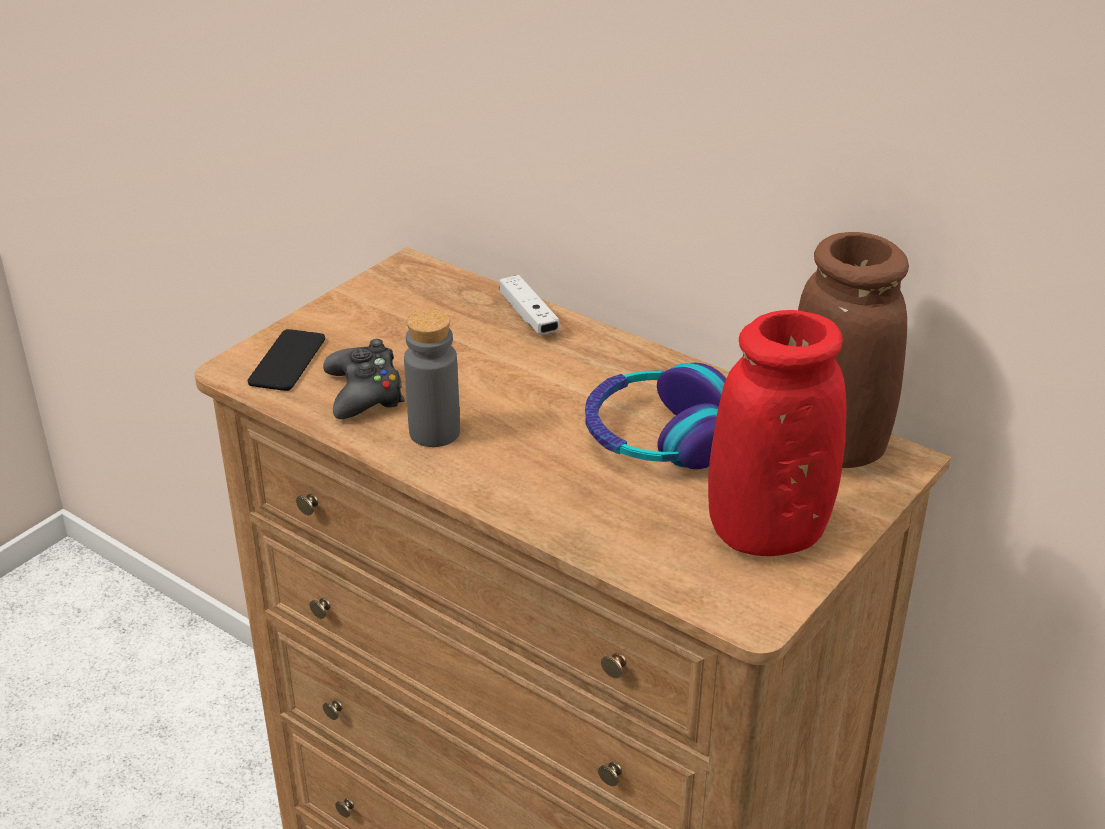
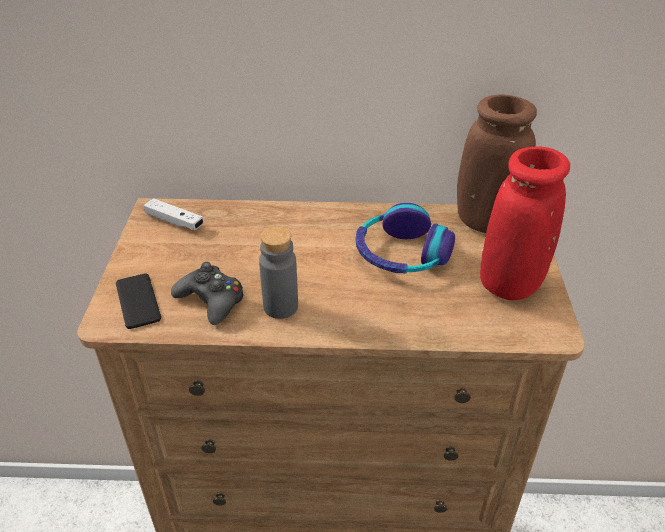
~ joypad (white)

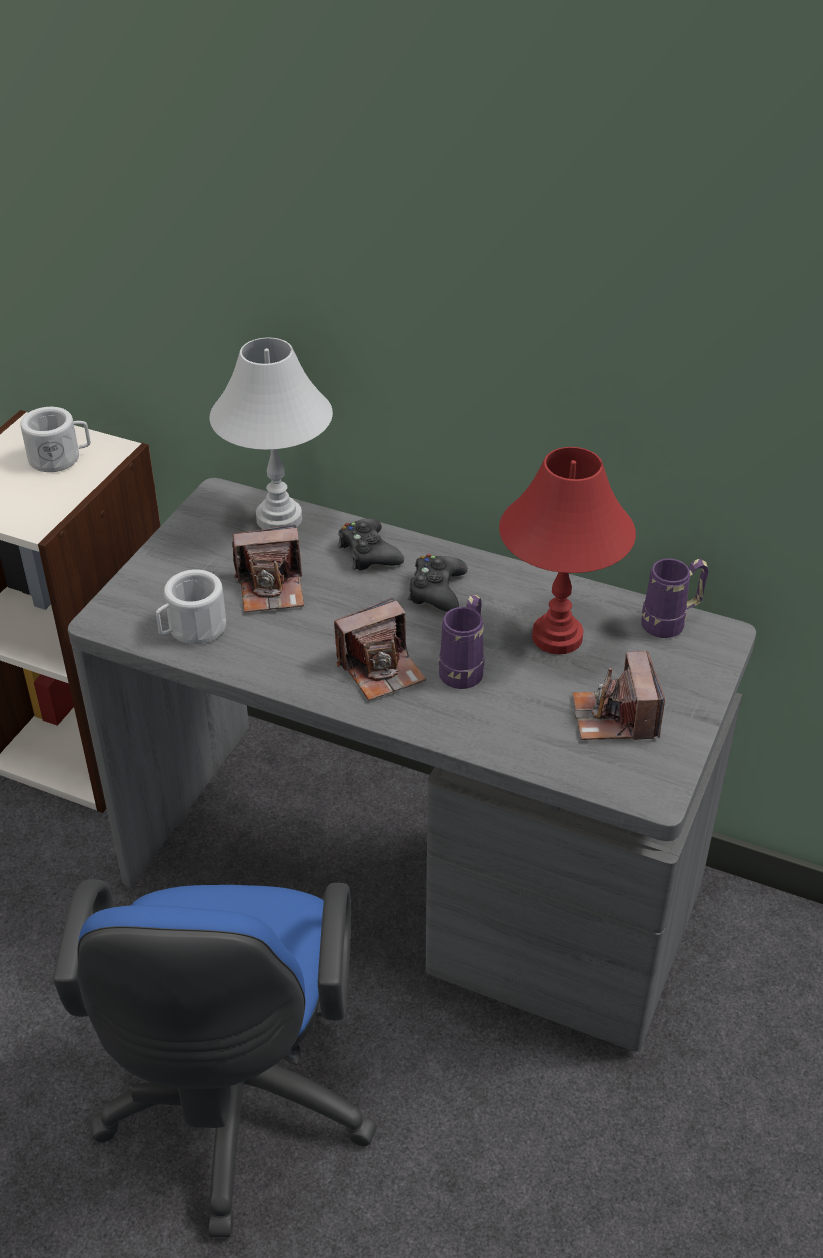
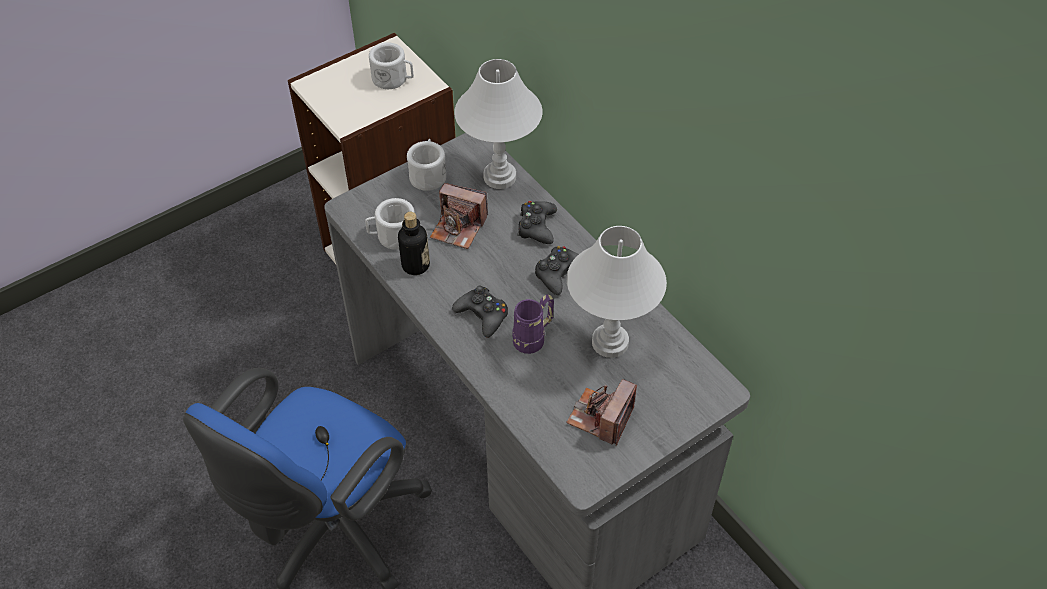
- coffee mug (purplish) (no. 2 from left)
+ bottle
+ coffee mug (white) (no. 3 from left)
~ photo camera (no. 2 from left) to joypad (black-coloured) (no. 1 from left)
~ table lamp (red) to table lamp (white) (no. 2 from left)

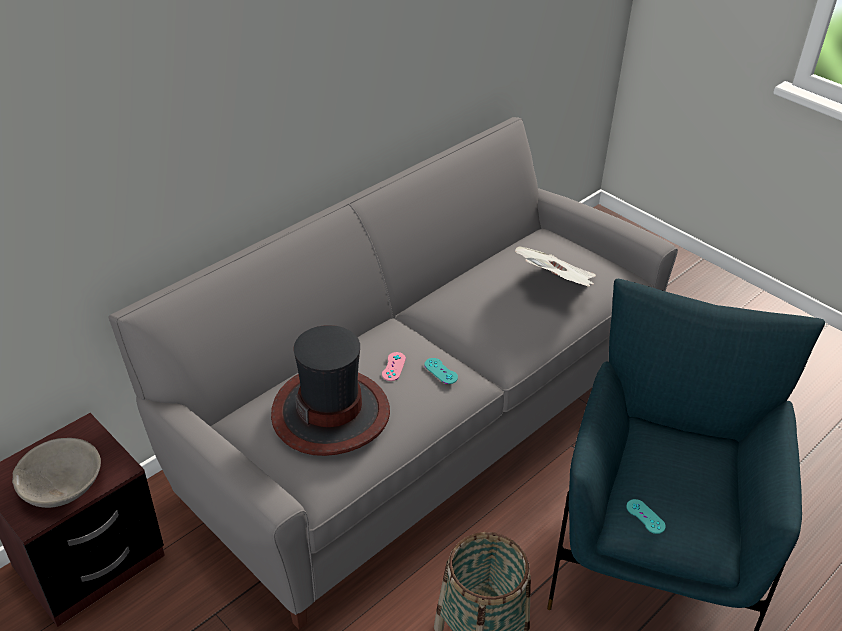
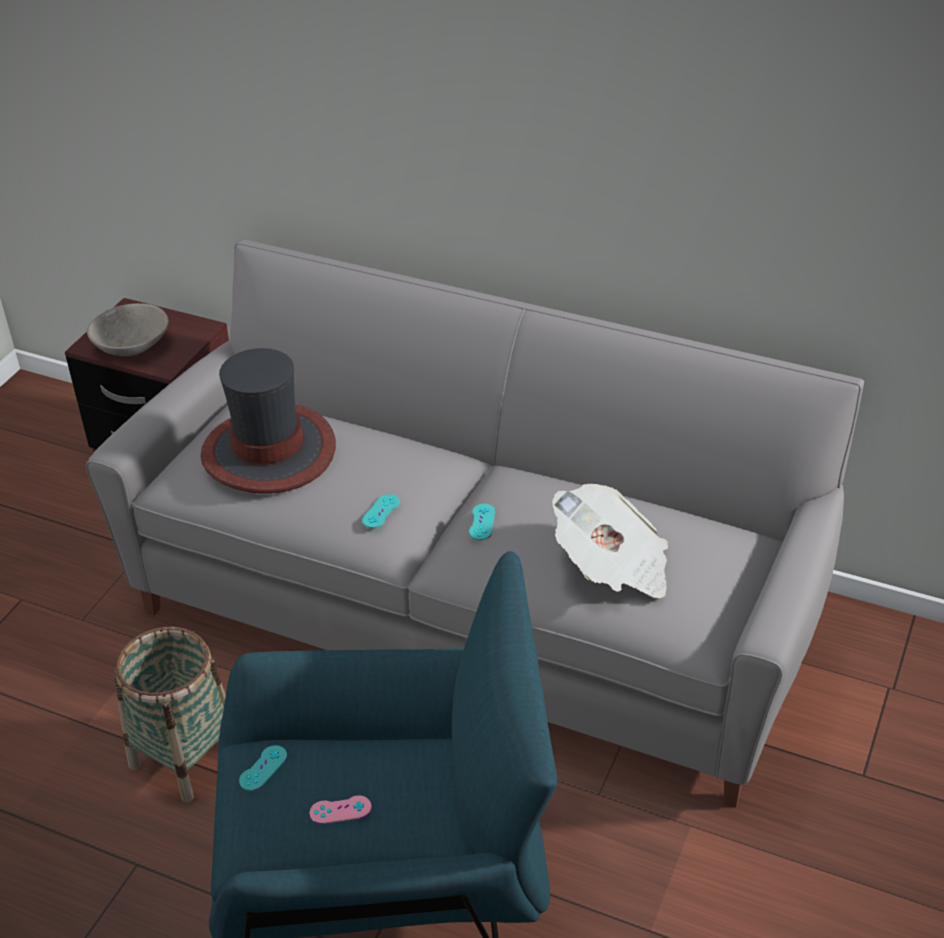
+ joypad (turquoise) (no. 3 from left)
~ joypad (pink-coloured)

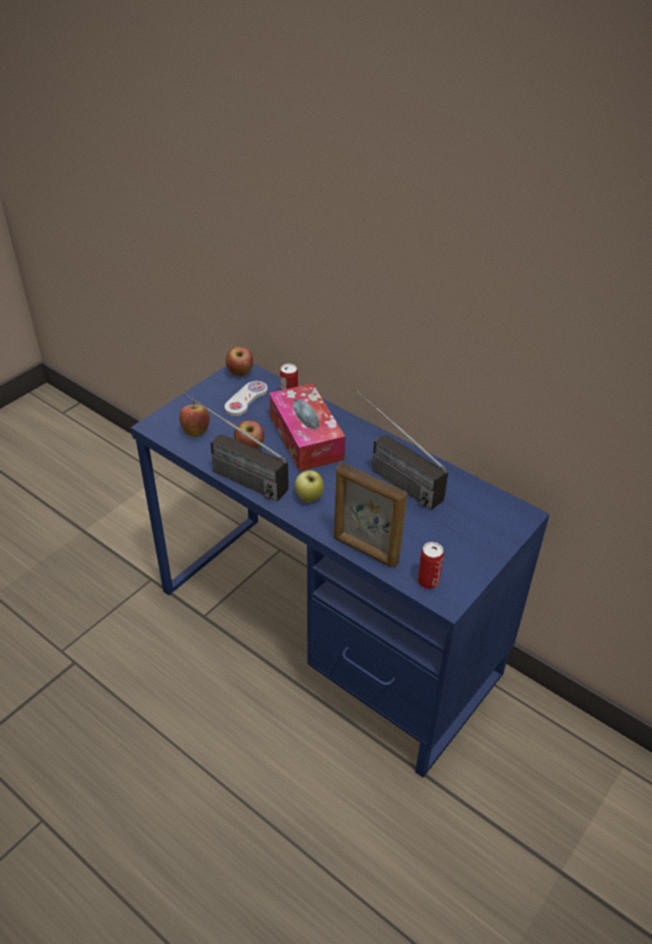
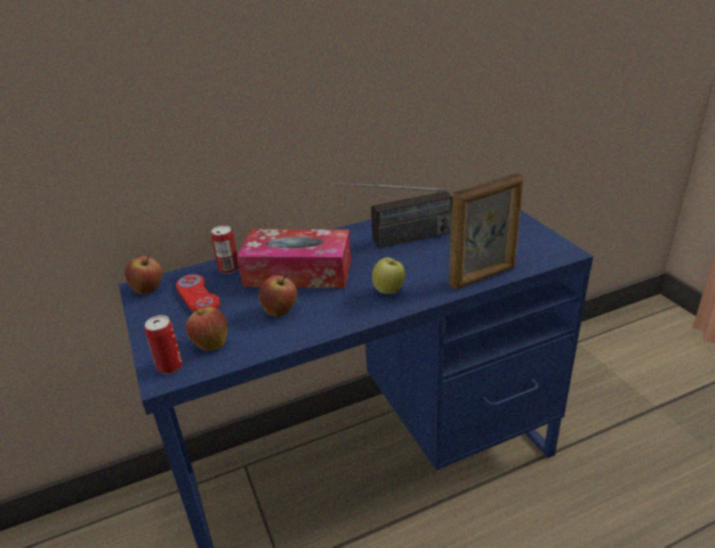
- radio set (no. 1 from left)
~ metal can (no. 2 from left in the first image) to metal can (no. 1 from left)
~ joypad (white) to joypad (red)

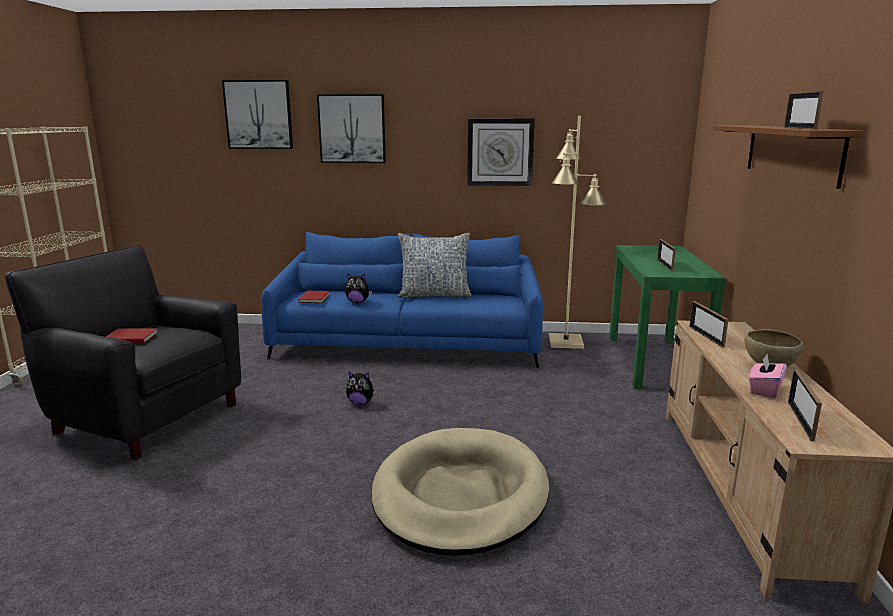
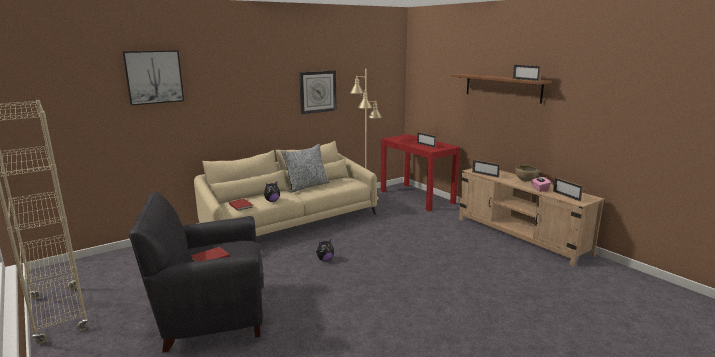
- wall art (no. 2 from left)
- dog cushion (beige)
~ sofa (blue-coloured) to sofa (beige)
~ hall table (green) to hall table (red)

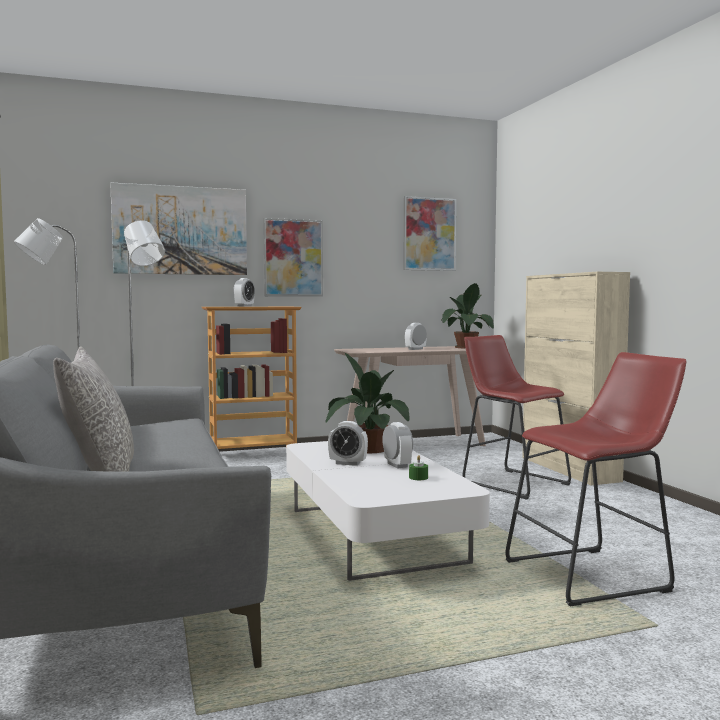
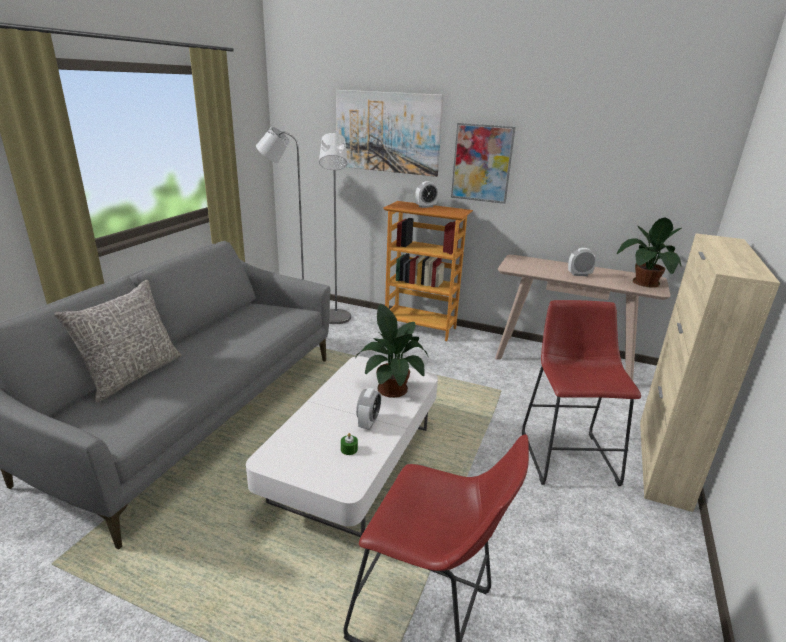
- alarm clock (no. 2 from left)
- wall art (no. 3 from left)

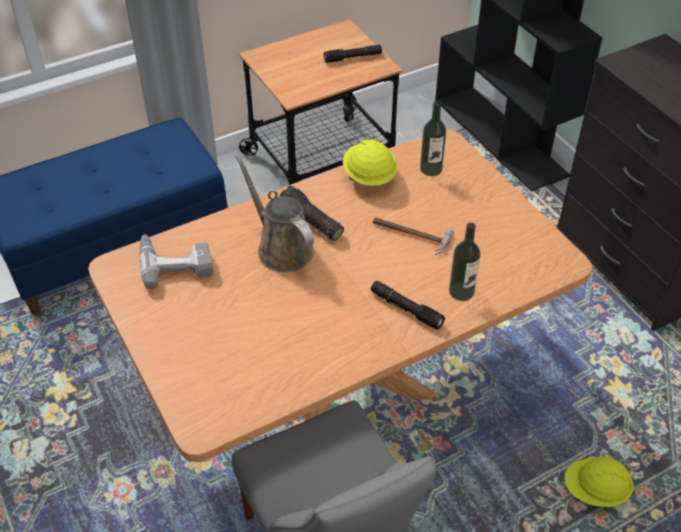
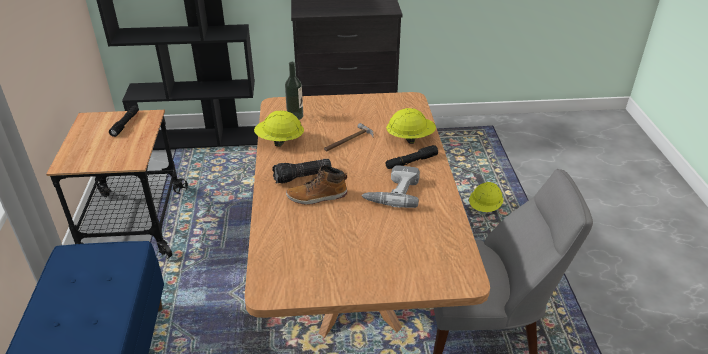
~ electric drill
~ watering can (brown) to boot
~ bottle (no. 2 from left) to safety helmet (yellow-coloured) (no. 2 from left)

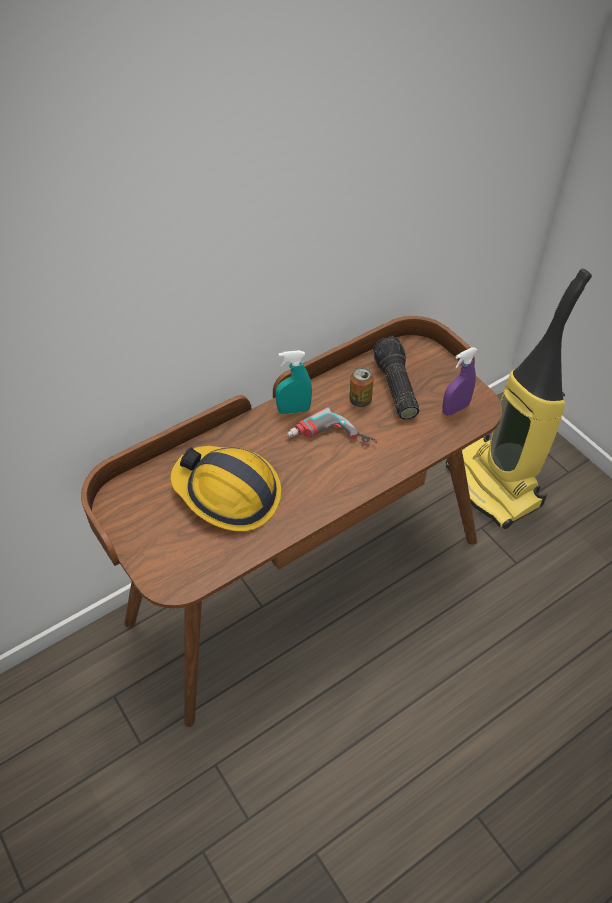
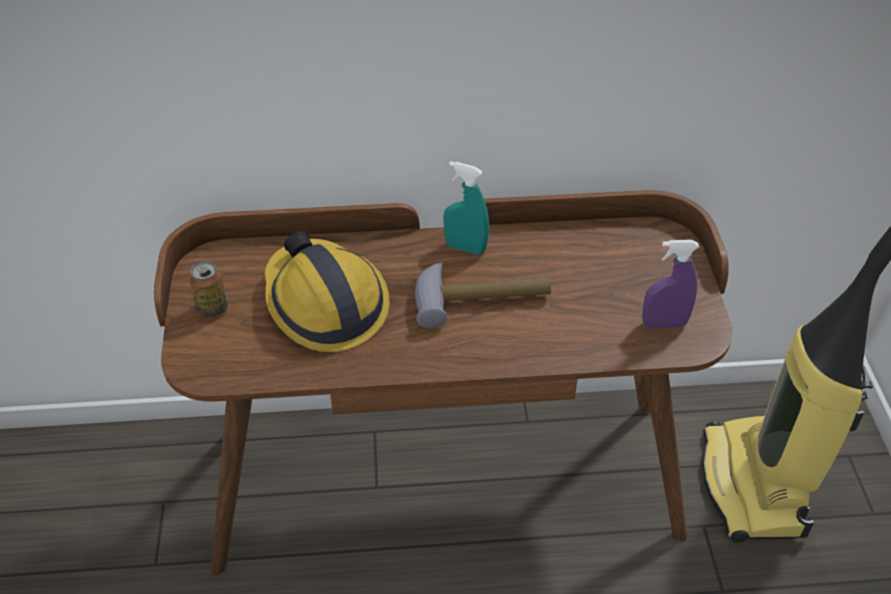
- torch
~ metal can
~ electric drill to tool hammer

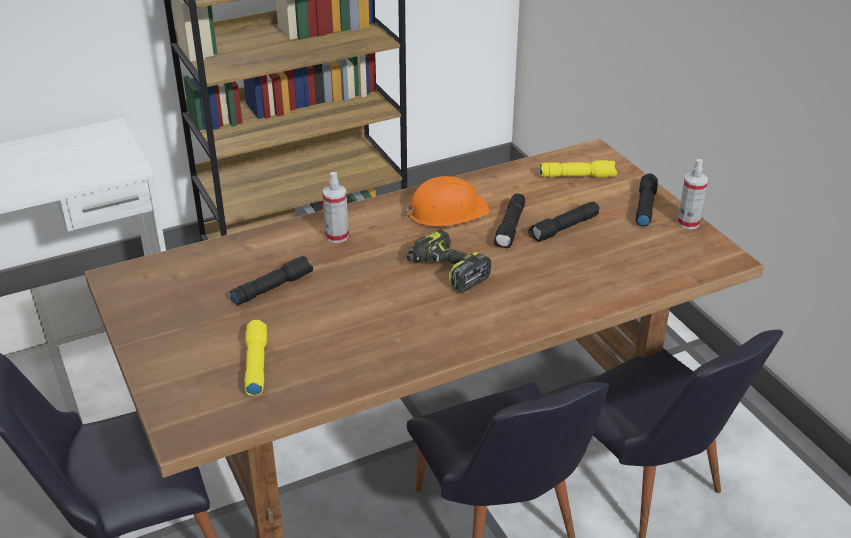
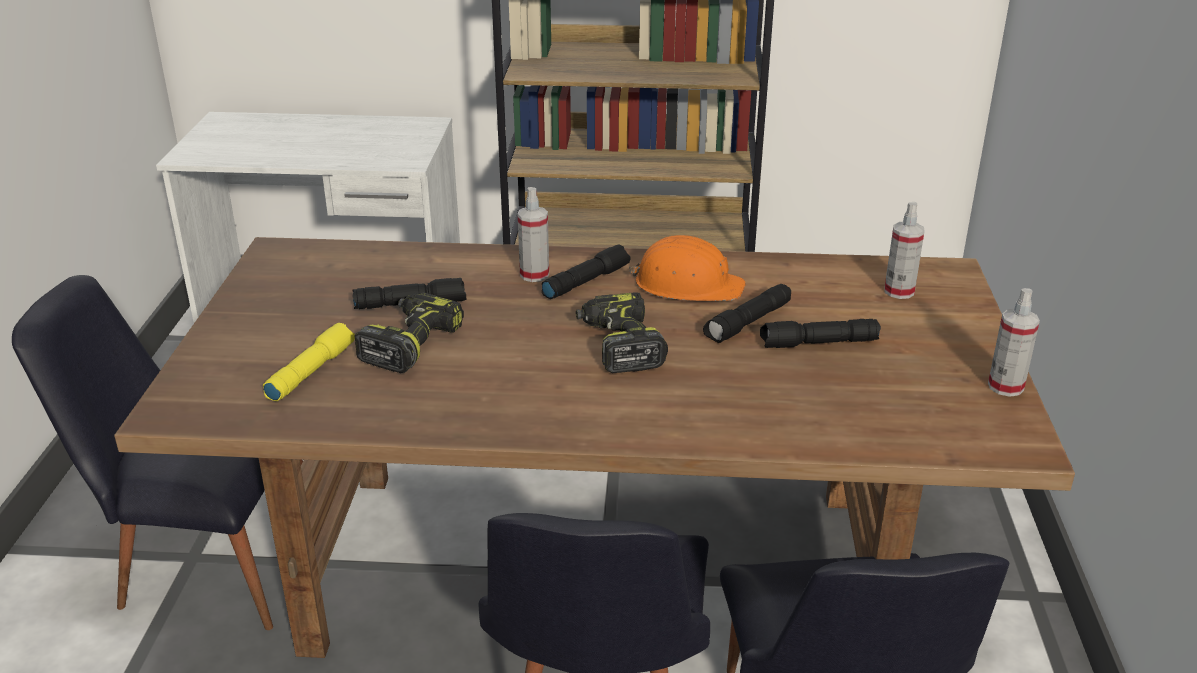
+ electric drill (no. 1 from left)
~ torch (black-coloured) (no. 4 from left in the first image) to torch (black-coloured) (no. 2 from left)
~ torch (yellow-coloured) (no. 2 from left) to sprayer (no. 2 from left)

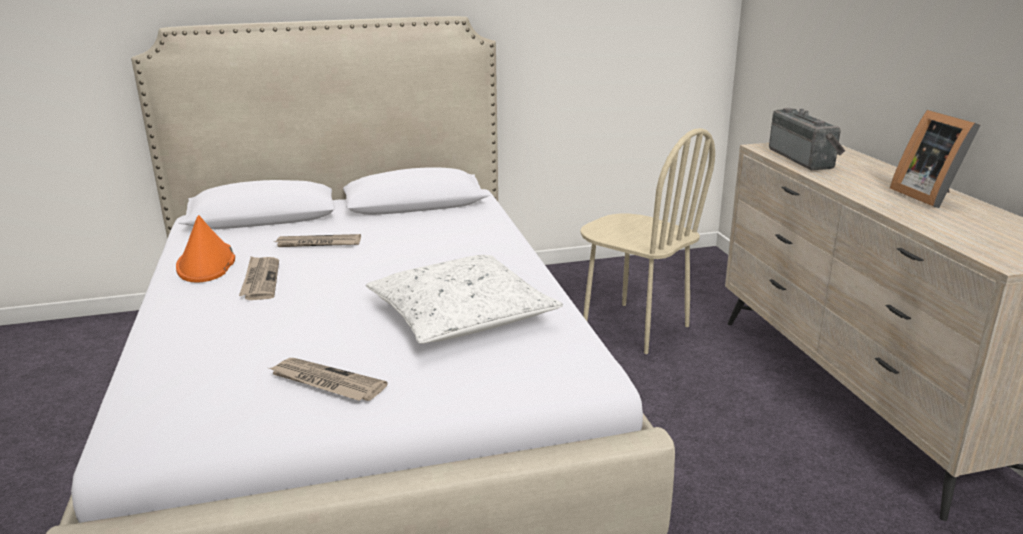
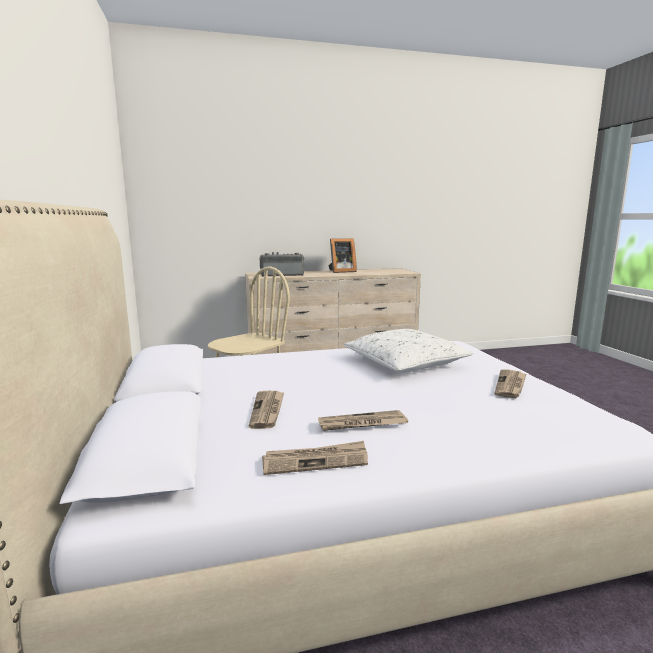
~ clothing hat (orangey) to newspaper (no. 2 from left)

